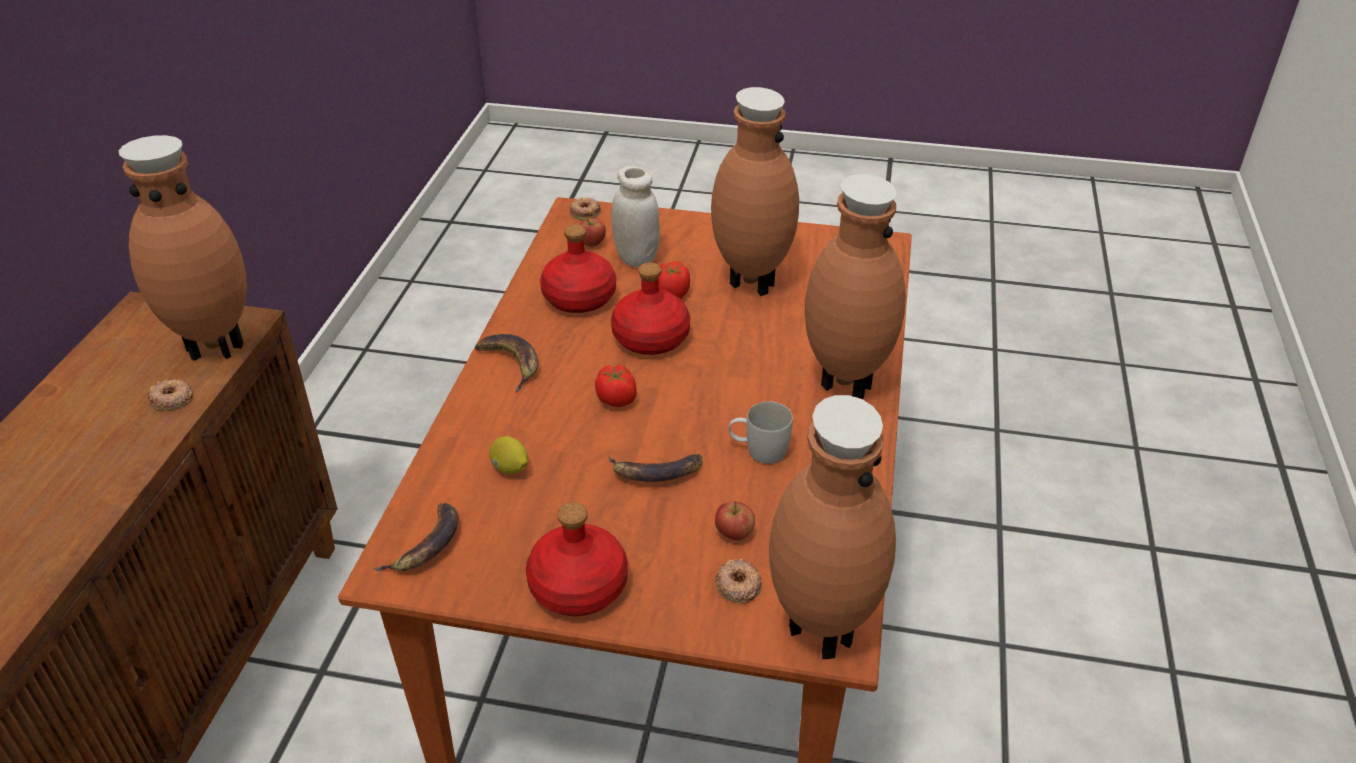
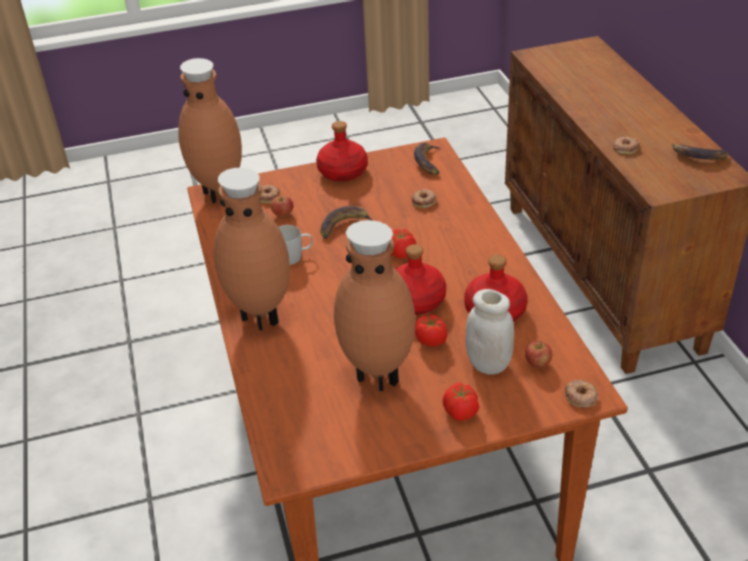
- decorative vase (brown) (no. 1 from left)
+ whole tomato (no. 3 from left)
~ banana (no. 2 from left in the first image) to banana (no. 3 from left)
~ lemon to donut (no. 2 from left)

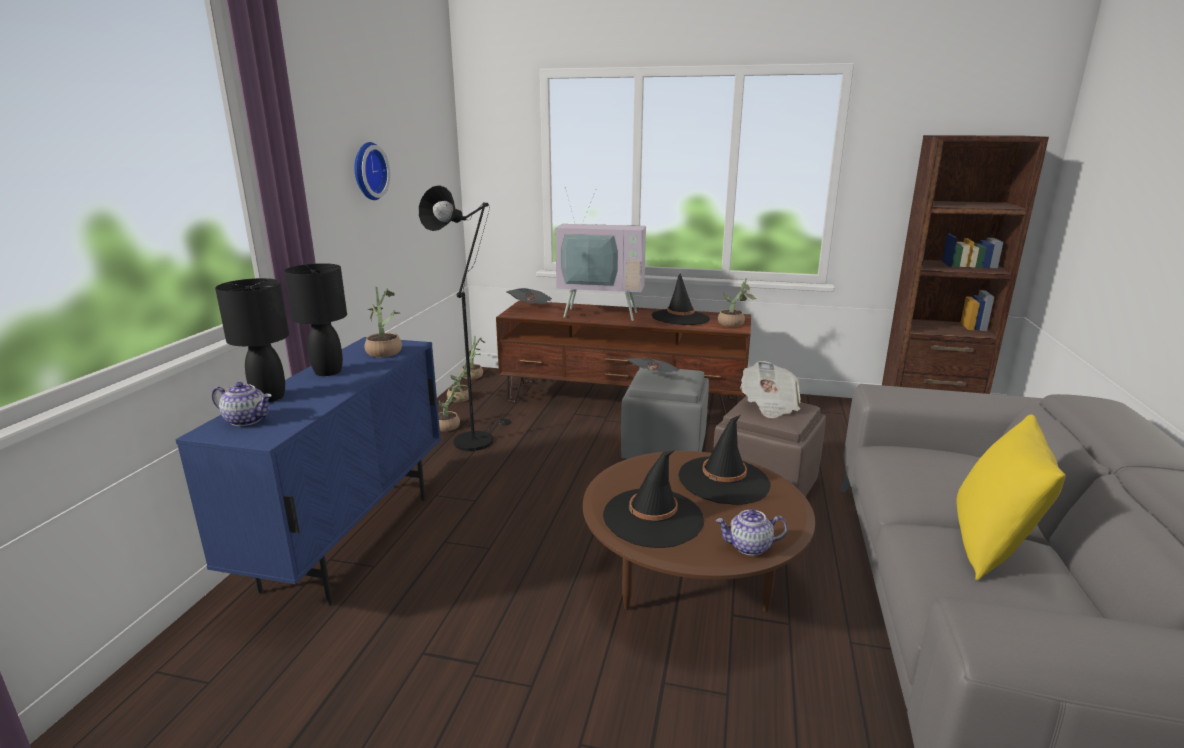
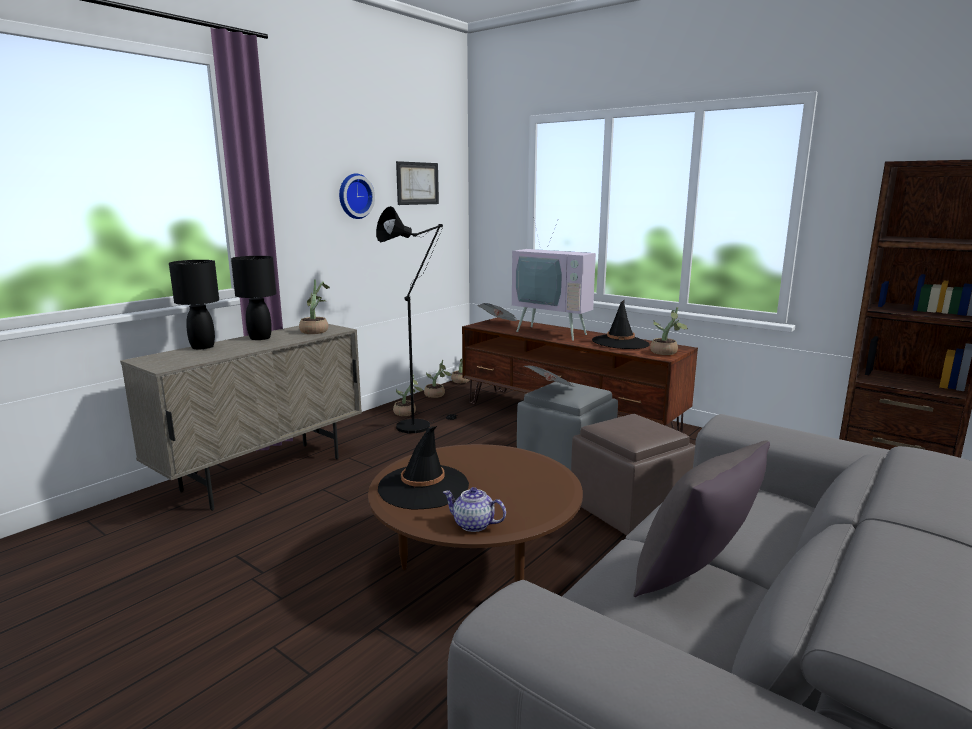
- teapot (no. 1 from left)
- clothing hat (black-coloured) (no. 3 from left)
- newspaper (no. 3 from left)
+ wall art
~ storage cabinet (blue-coloured) to storage cabinet (beige)
~ pillow (yellow-coloured) to pillow (gray)

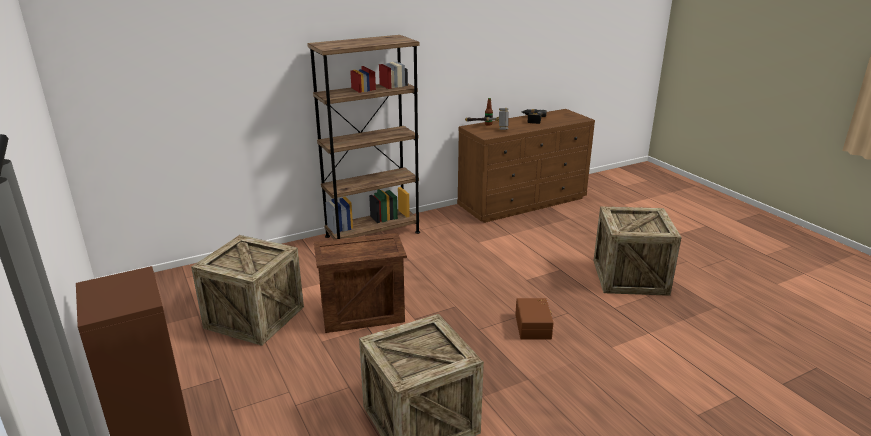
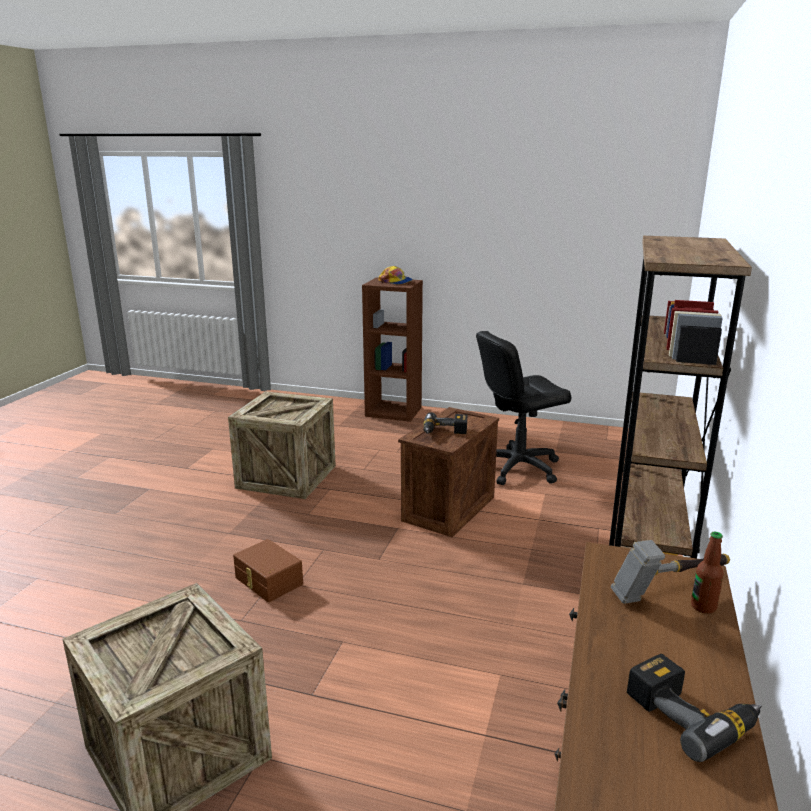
+ baseball cap
+ electric drill (no. 1 from left)
~ crate (no. 1 from left) to office chair (black-coloured)

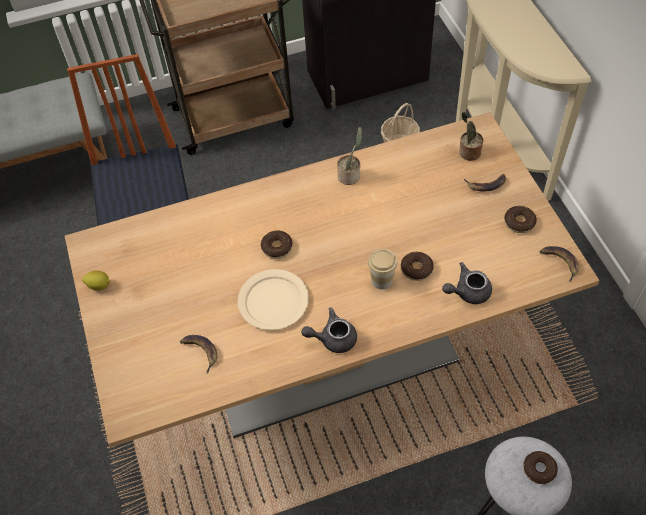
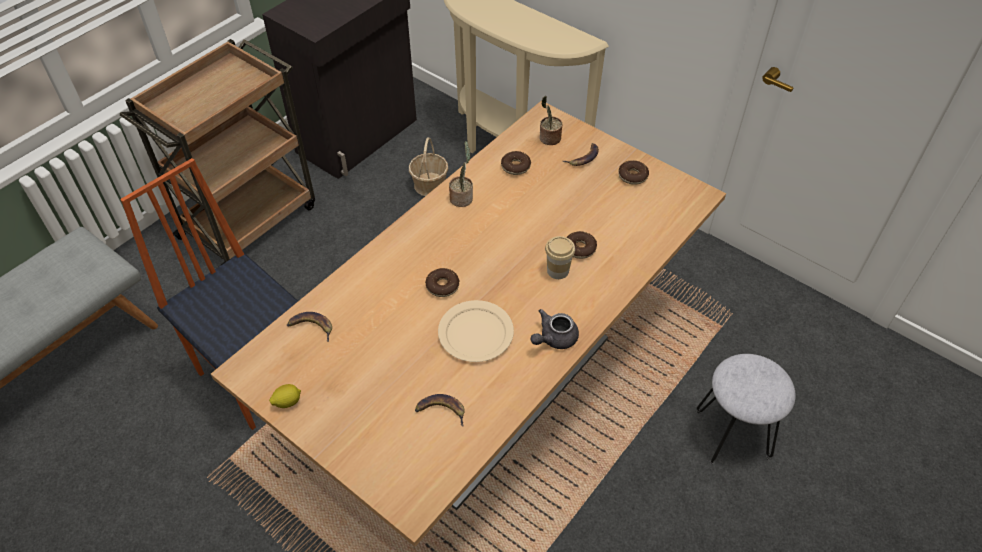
- teapot (gray) (no. 2 from left)
~ donut (no. 4 from left in the first image) to donut (no. 2 from left)
~ banana (no. 3 from left in the first image) to banana (no. 1 from left)

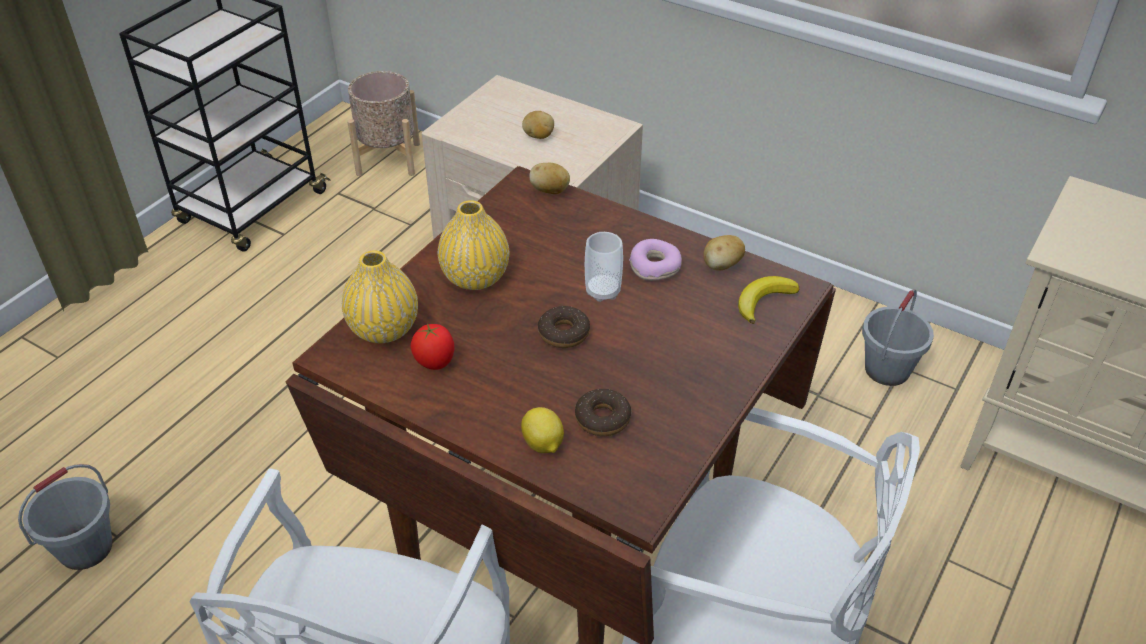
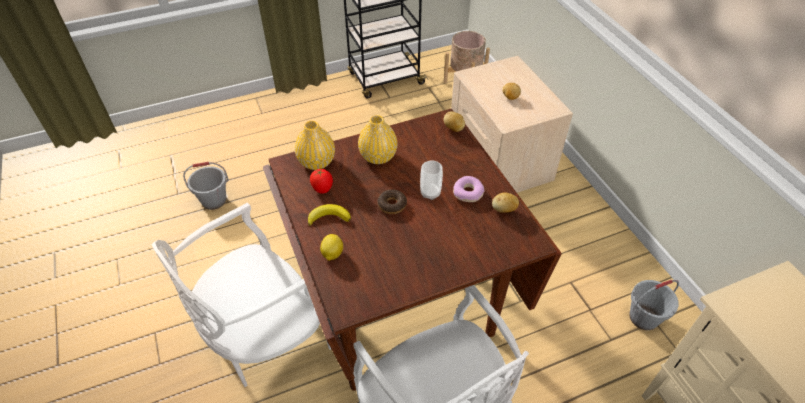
- donut (no. 2 from left)
~ banana

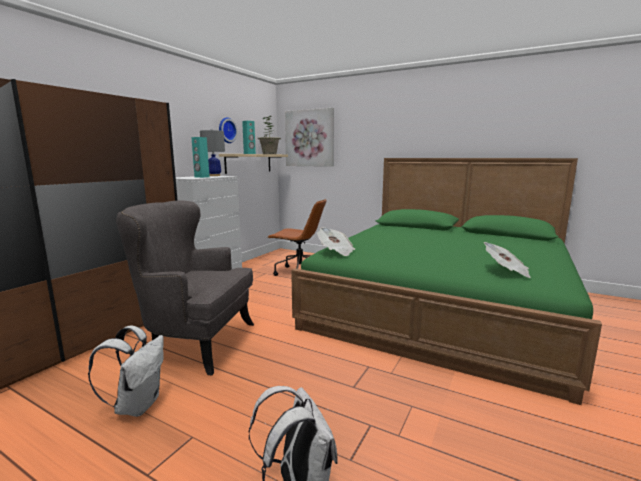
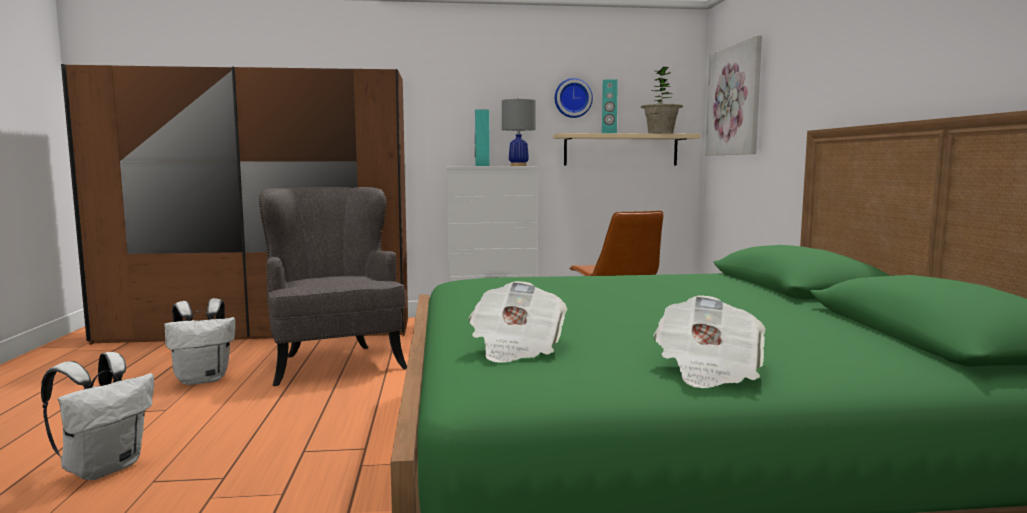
~ newspaper (no. 1 from left in the first image) to newspaper (no. 2 from left)

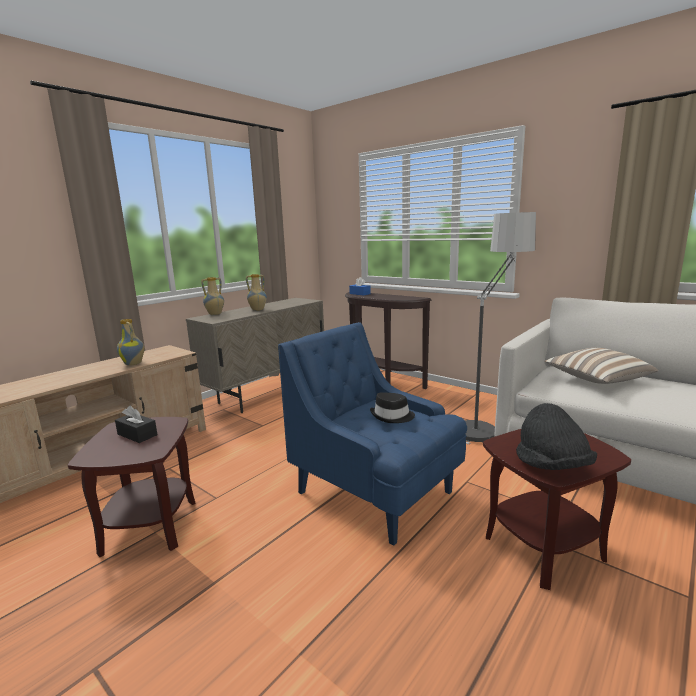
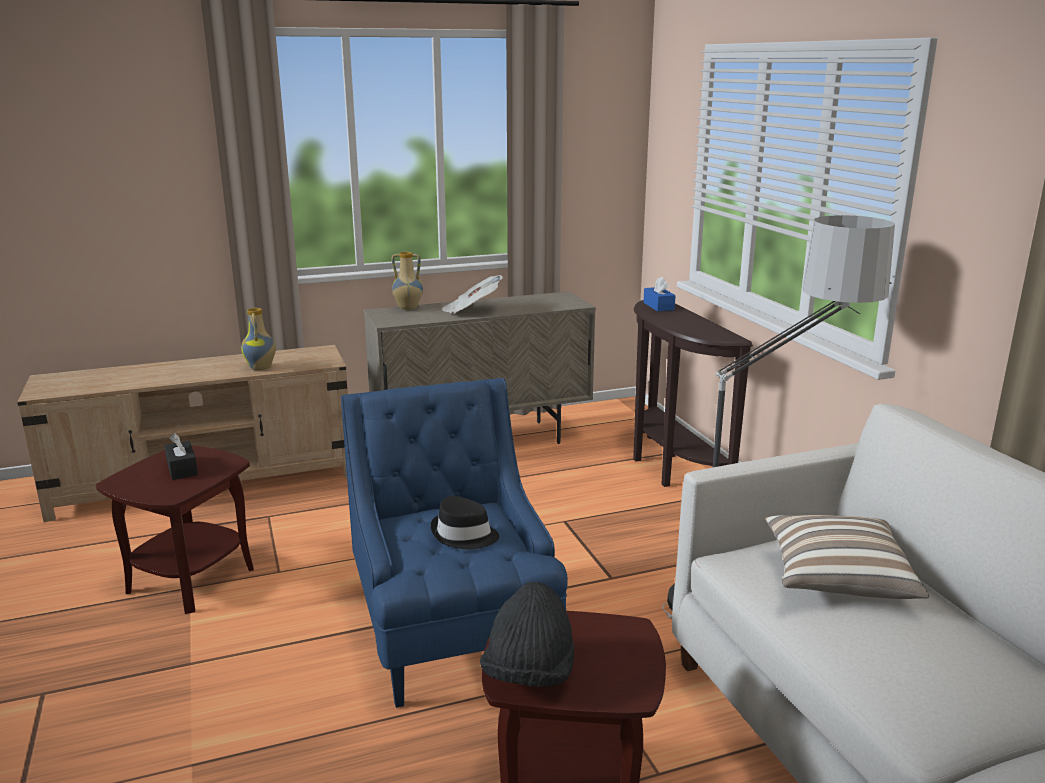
~ decorative vase (no. 3 from left) to newspaper

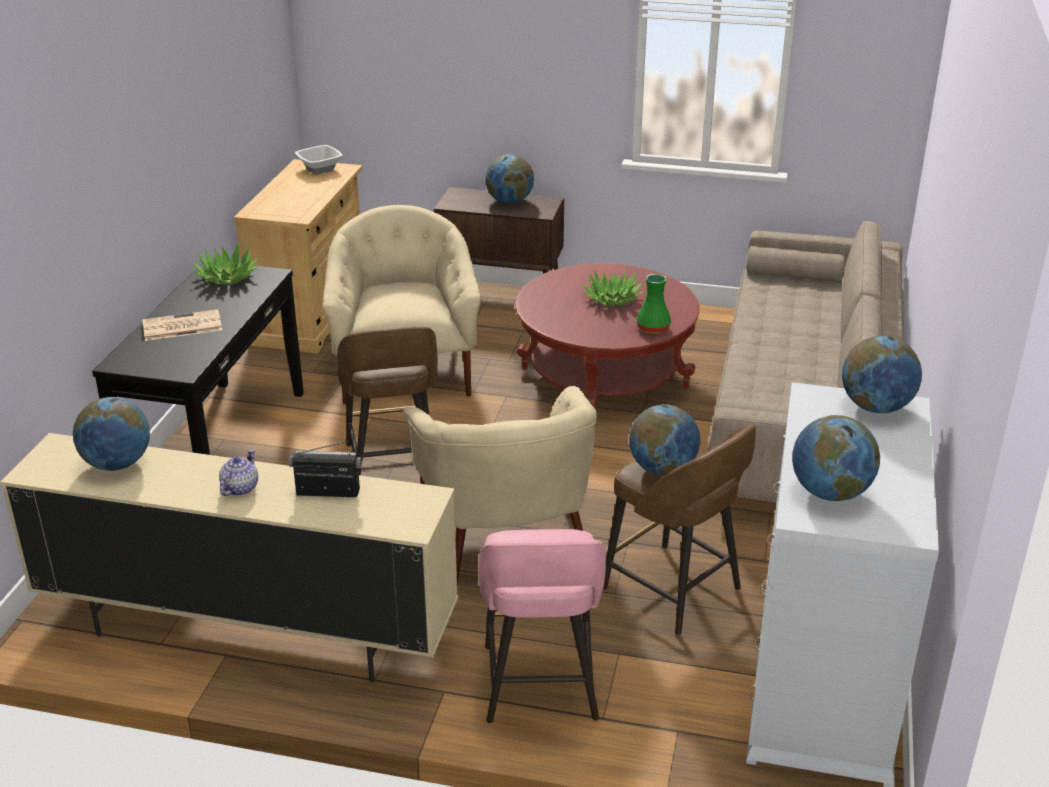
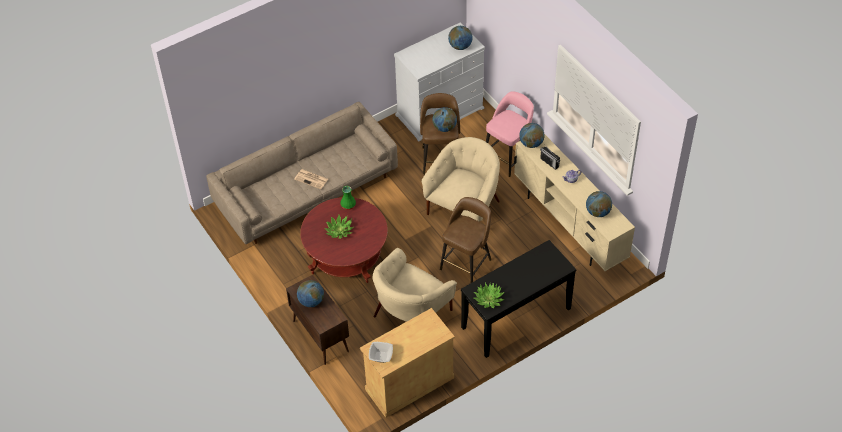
~ newspaper
~ world globe (no. 5 from left in the first image) to world globe (no. 4 from left)

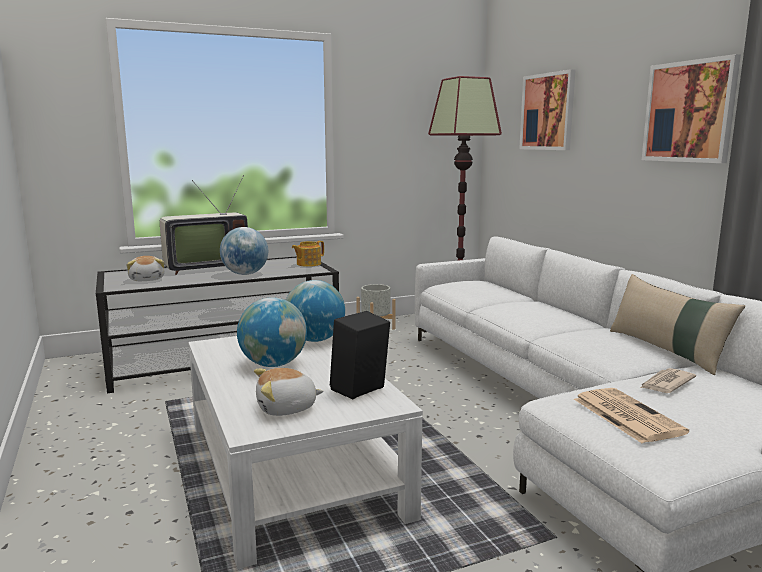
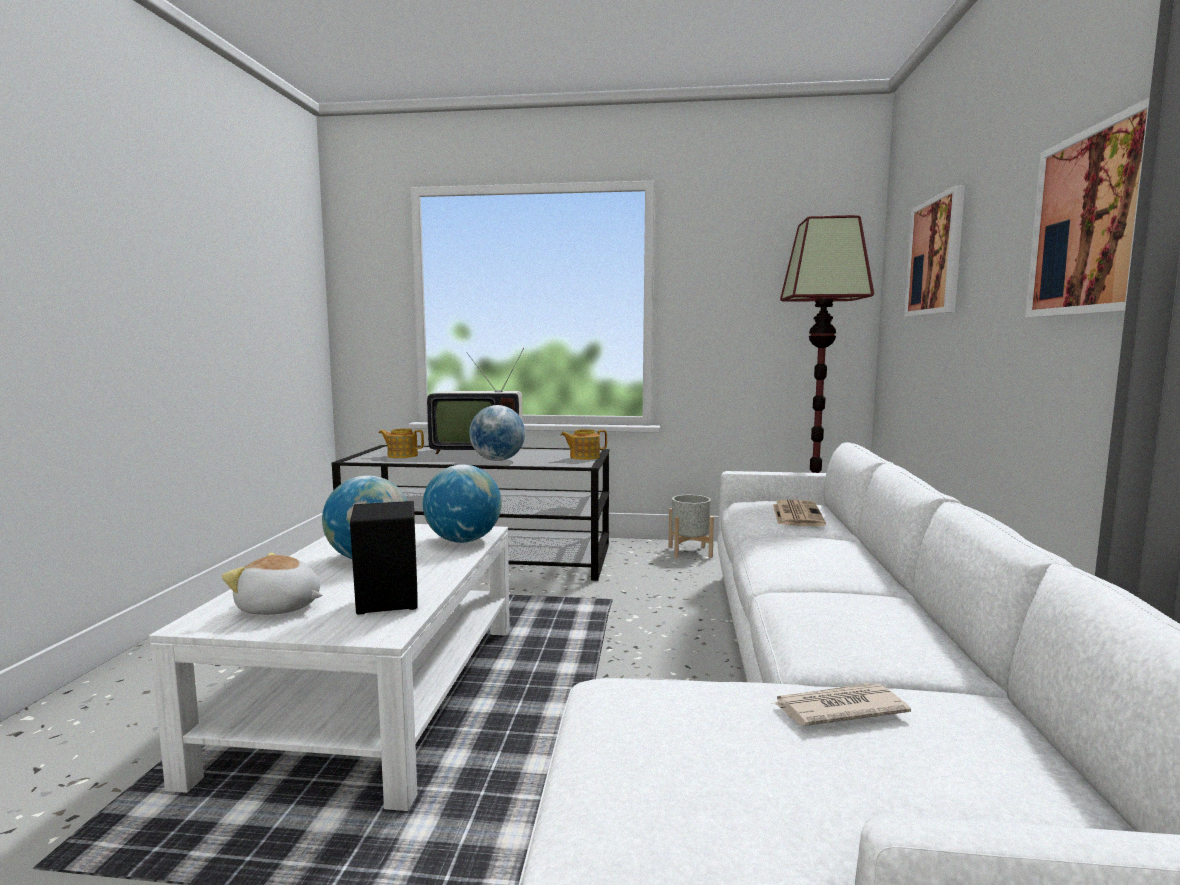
- pillow (beige)
~ newspaper (no. 1 from left)
~ plush toy (no. 1 from left) to teapot (no. 1 from left)

